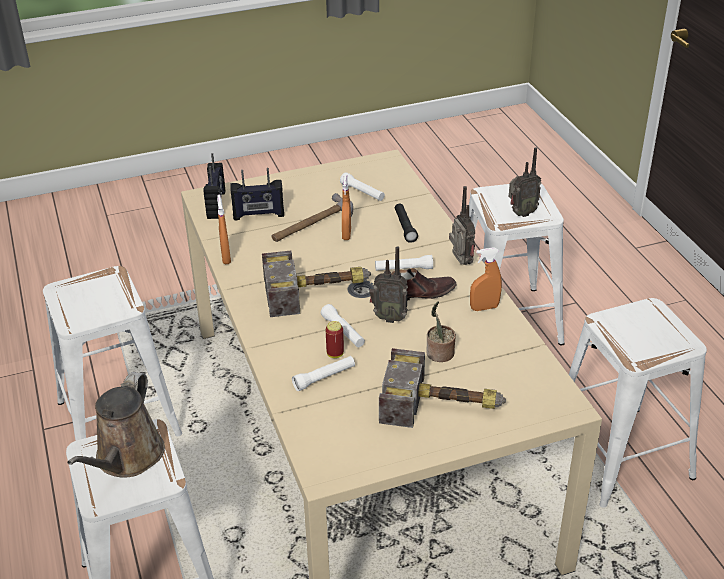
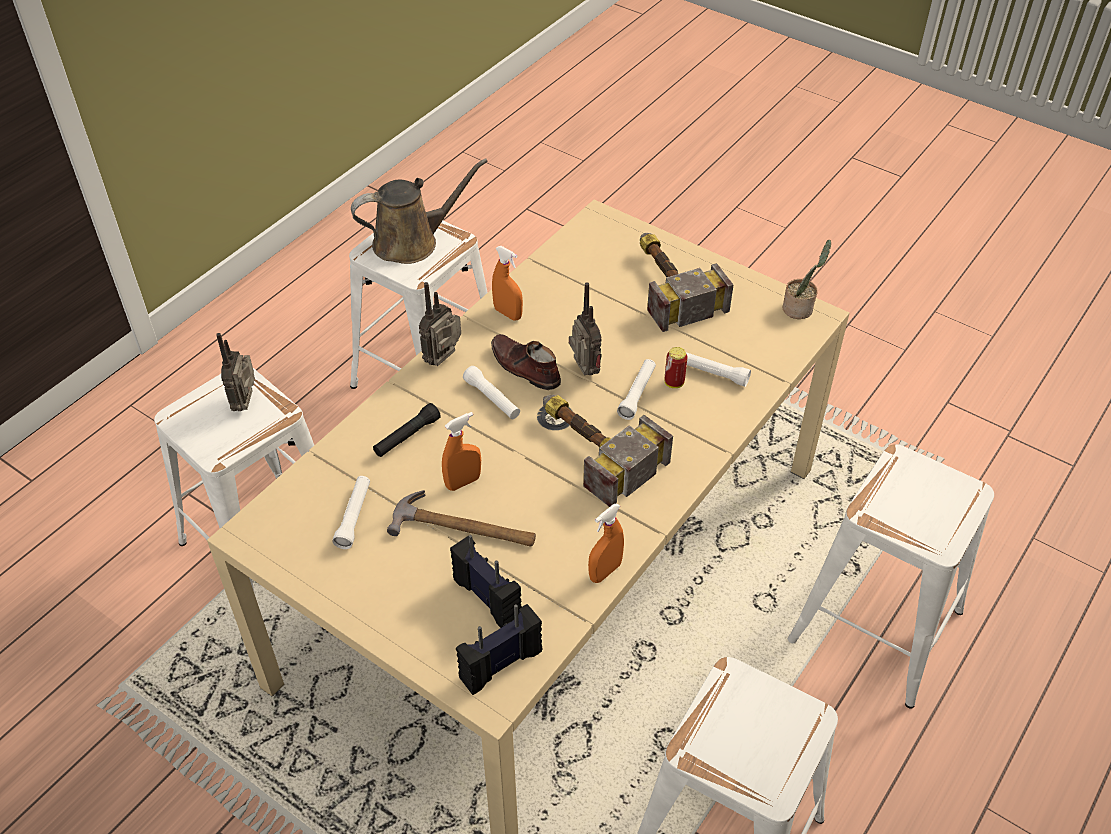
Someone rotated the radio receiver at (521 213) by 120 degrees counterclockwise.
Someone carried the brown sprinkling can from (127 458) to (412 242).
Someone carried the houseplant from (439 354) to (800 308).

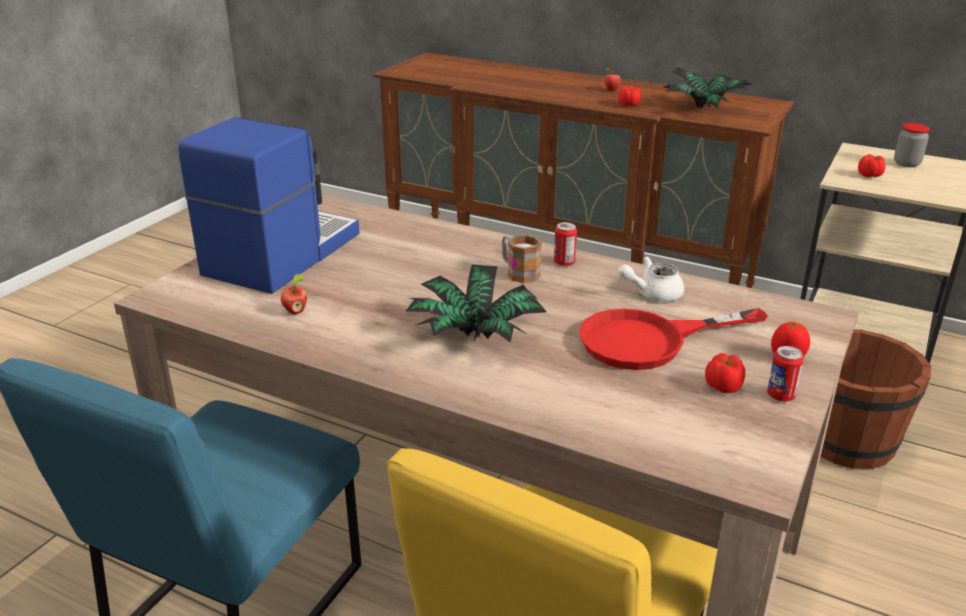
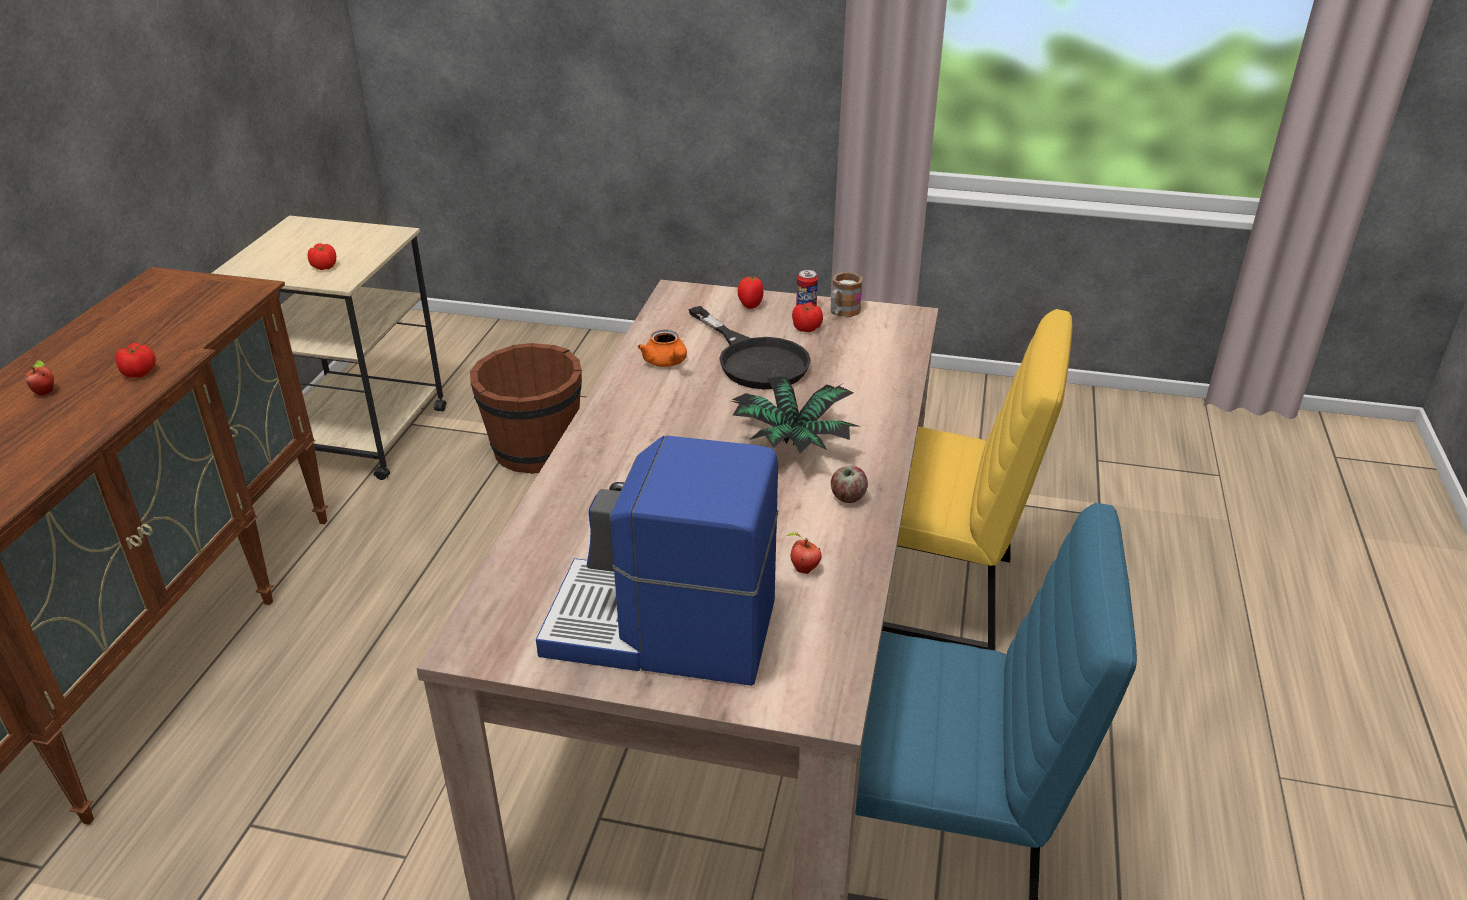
Someone repainted the whitish teapot at (652 293), which became the orange teapot at (667 363).
Someone repainted the reddish frying pan at (649 341), which became the black frying pan at (754 359).
Someone carried the mug from (519 272) to (842 312).
Someone put down the apple fruit at (847 498).
Someone took away the metal can at (564 263).
Someone took away the houseplant at (706 109).
Someone took away the storage jar at (906 163).

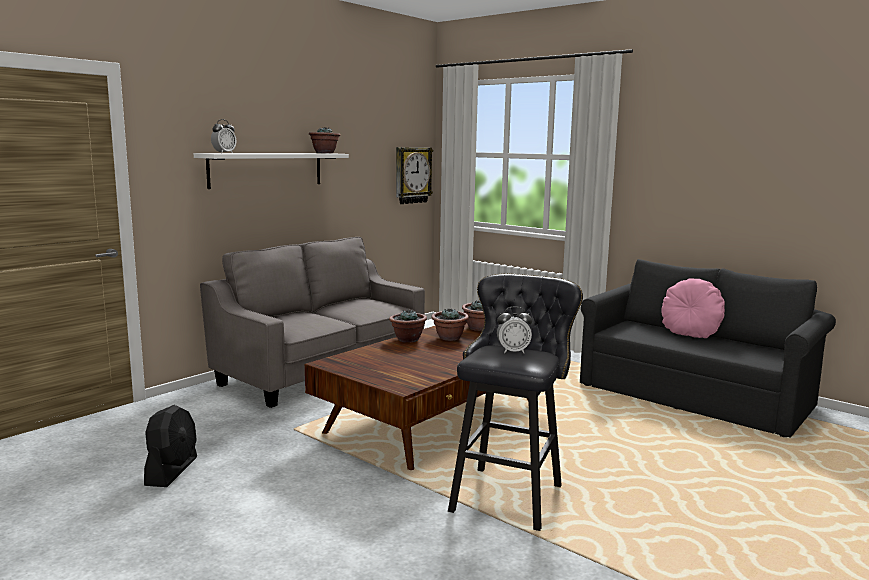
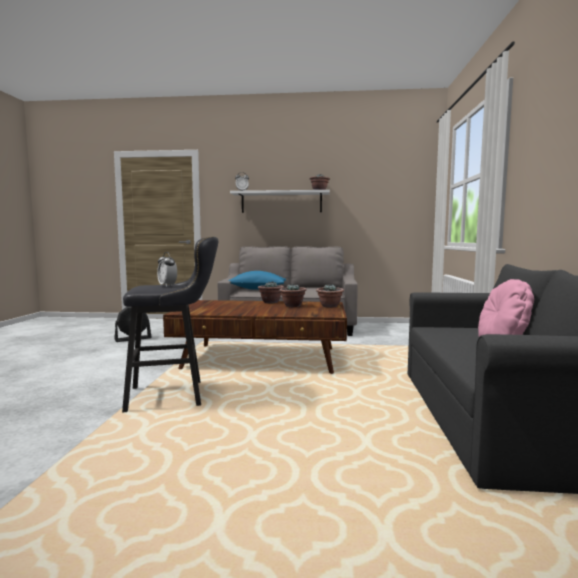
Someone put down the blue pillow at (257 289).
Someone took away the hanging clock at (412 175).

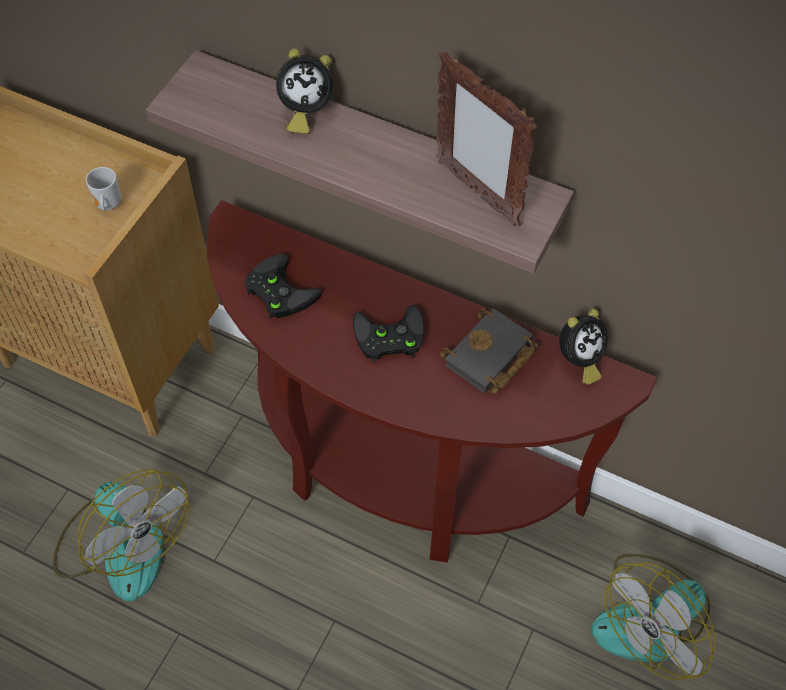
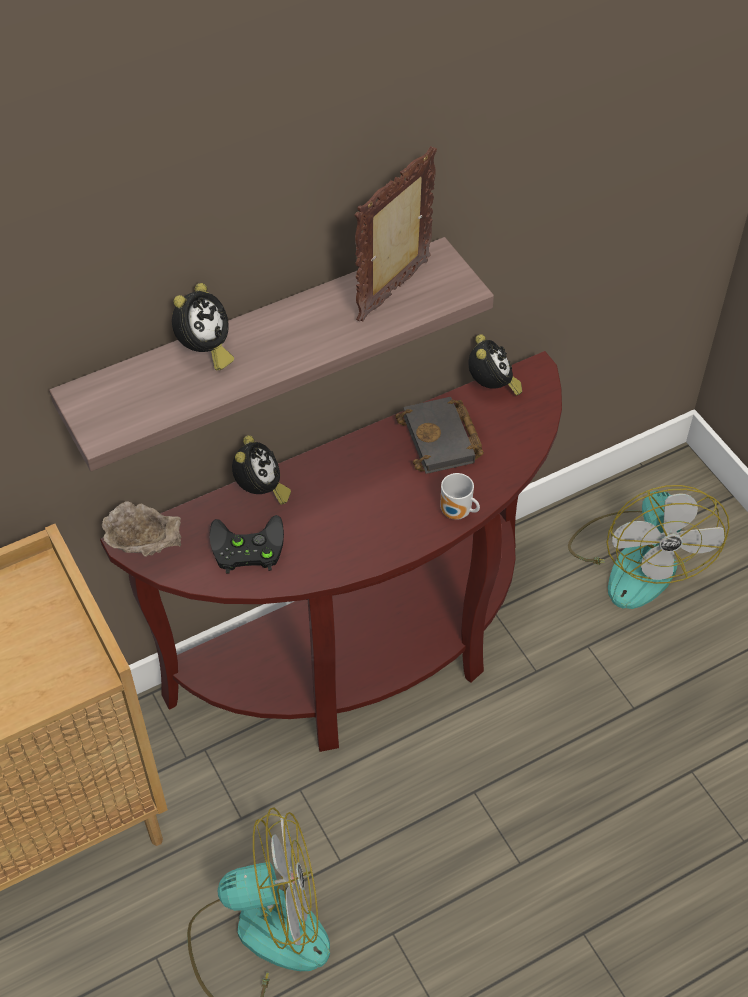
Someone put down the sand-coloured deep dish at (145 546).
Someone put down the bedside clock at (261 491).
Someone rotated the standing frame at (477 192) by 135 degrees clockwise.
Someone carried the mug from (107 205) to (457 514).
Someone took away the black gamepad at (387 338).

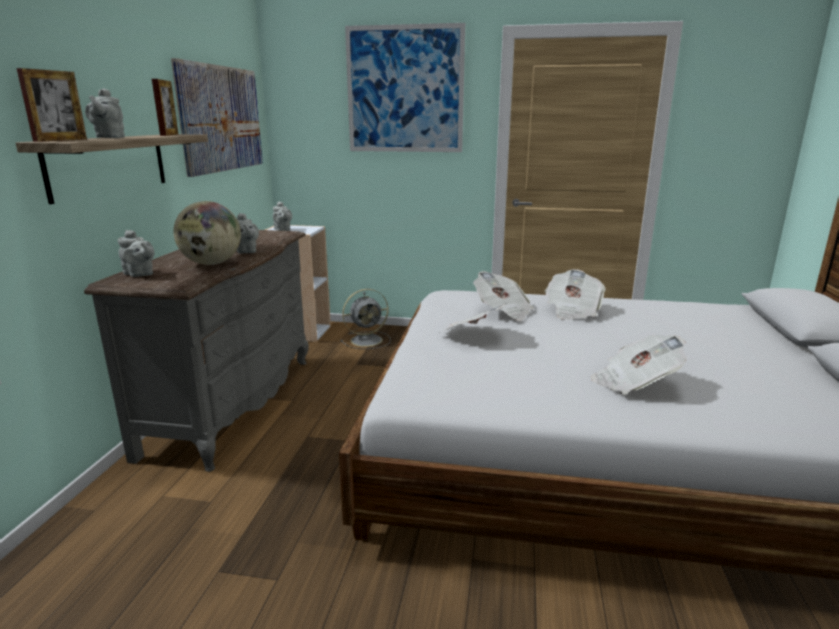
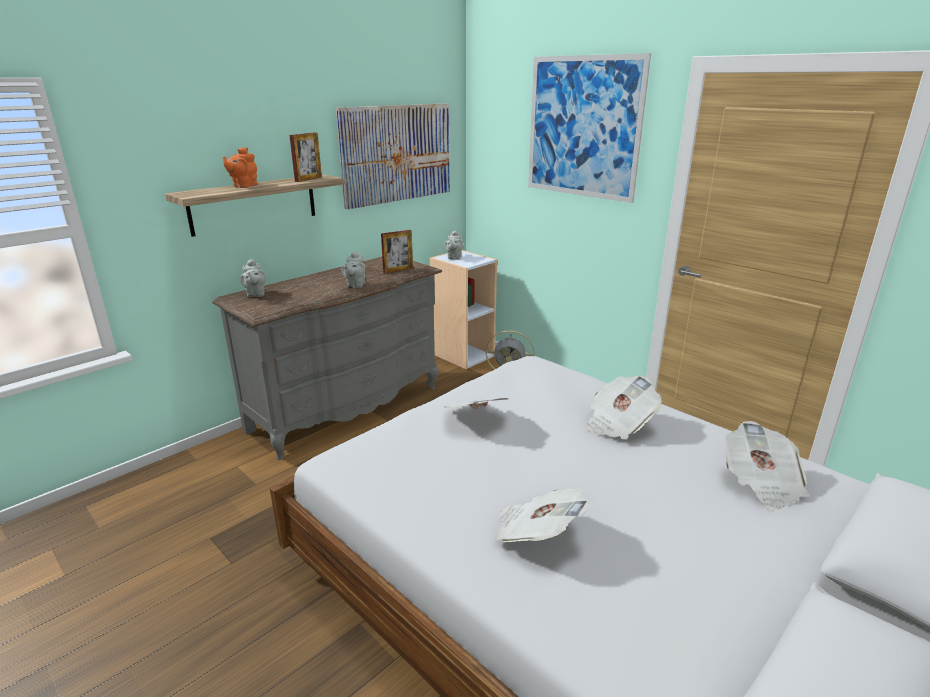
Someone repainted the grey teapot at (109 138), which became the orange teapot at (243 186).
Someone carried the standing frame from (61 140) to (398 270).
Someone carried the daily paper from (503 311) to (761 483).
Someone took away the globe at (211 263).

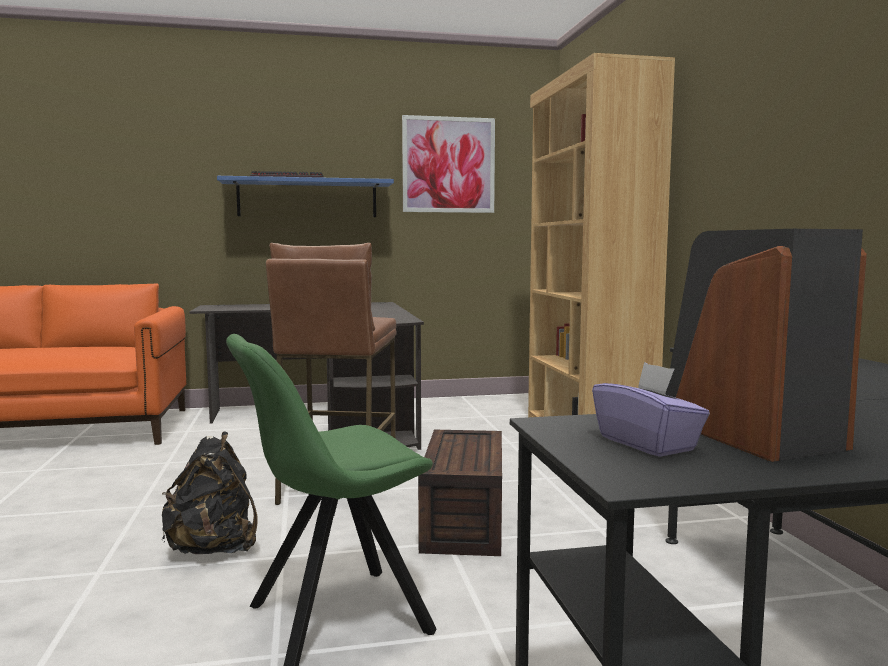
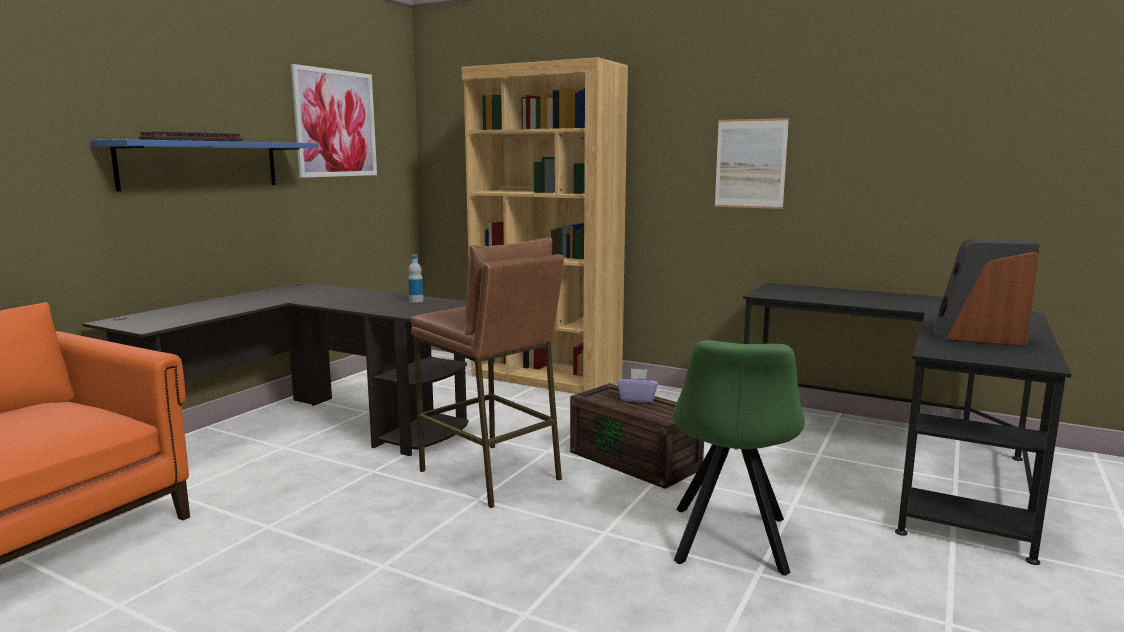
Someone put down the beverage bottle at (416 301).
Someone carried the purple tissue box from (647 444) to (637 399).
Someone put up the wall art at (750 163).
Someone took away the black rucksack at (214 549).

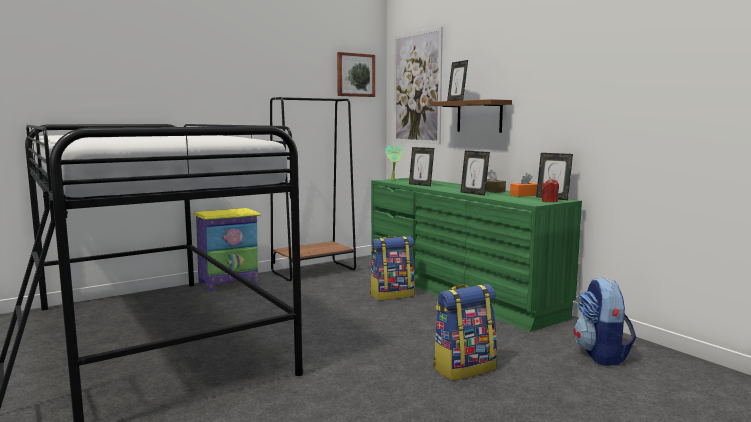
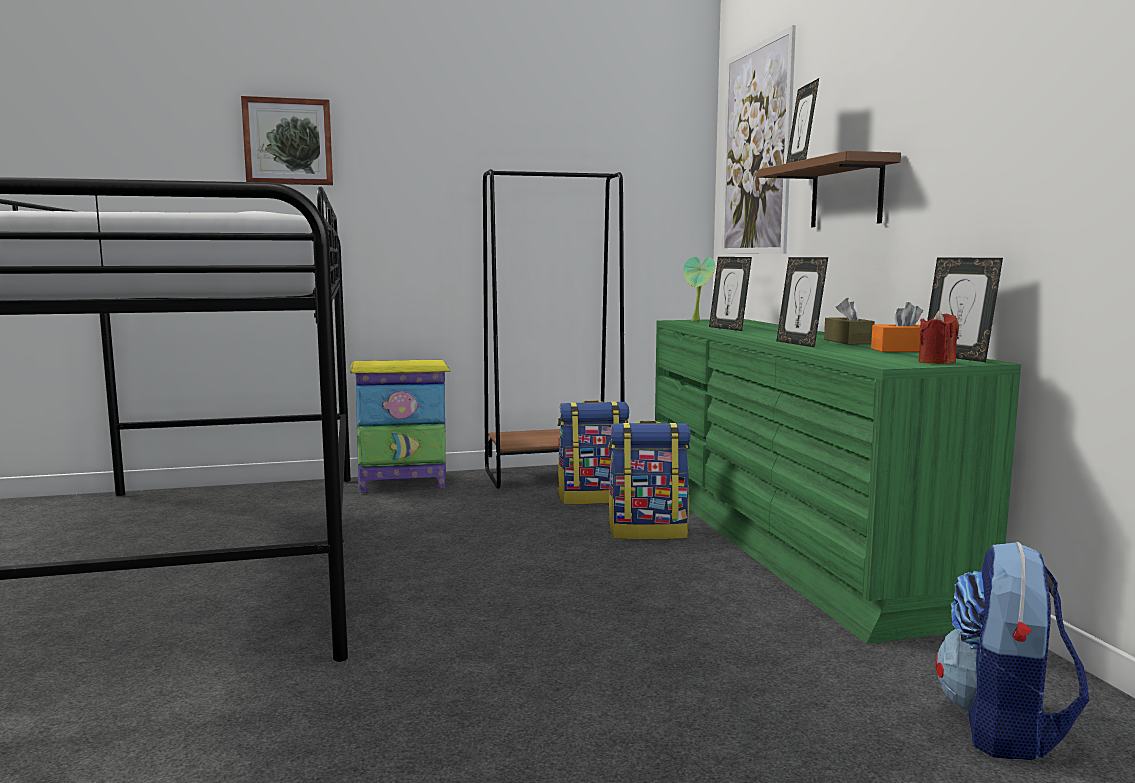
Someone carried the wall art from (355 75) to (288 142).
Someone carried the rucksack from (464 368) to (593 498).

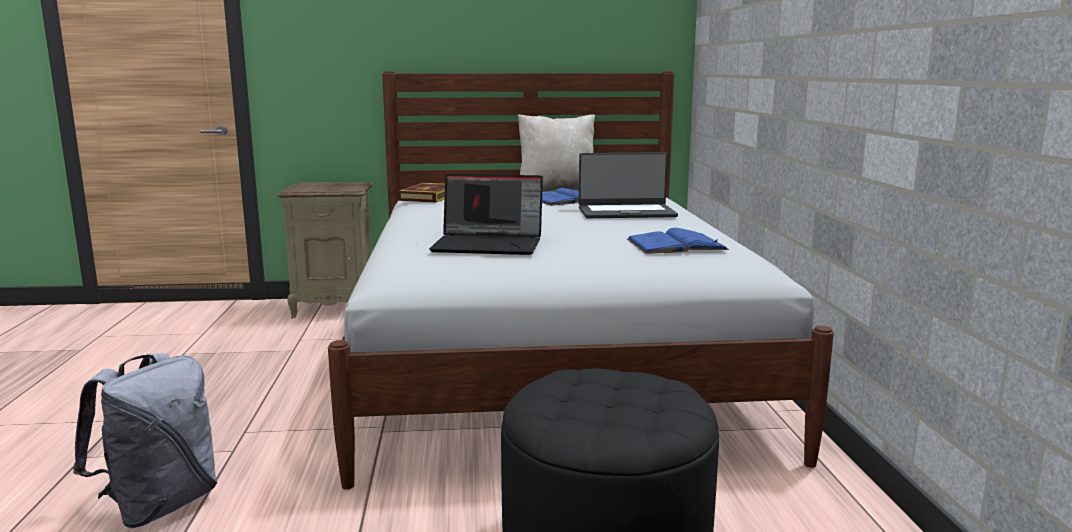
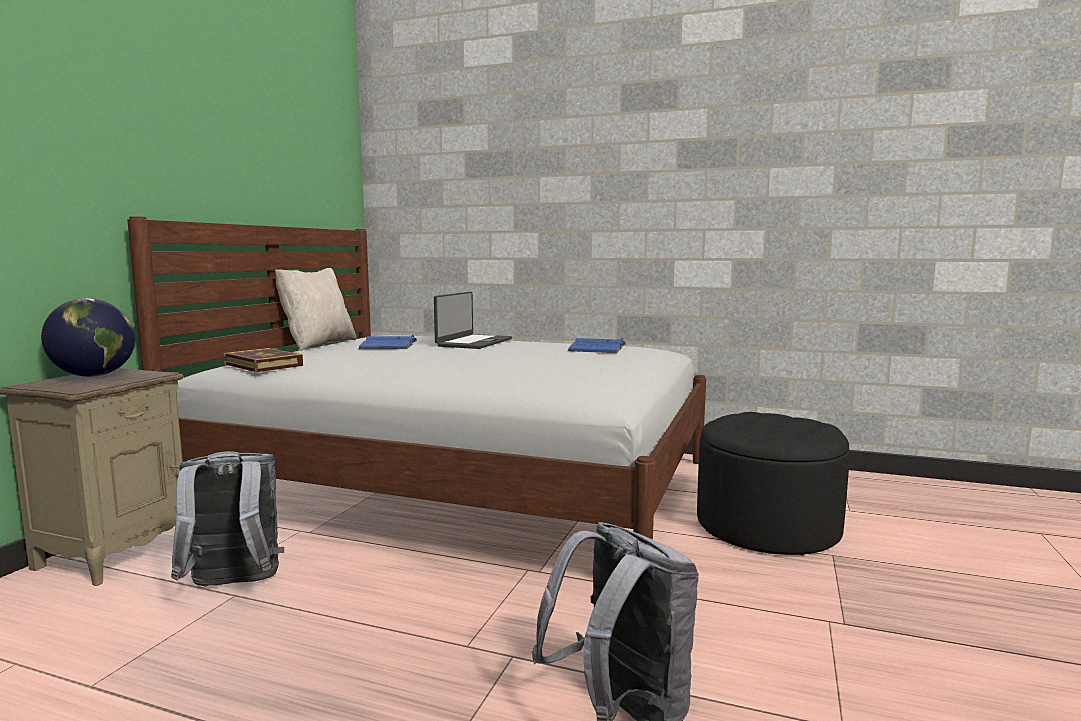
Someone put down the globe at (94 376).
Someone put down the grey rucksack at (233 586).
Someone took away the notebook computer at (490 245).

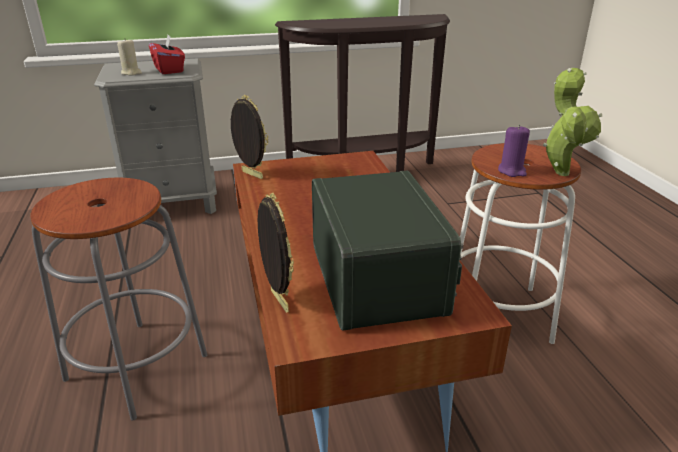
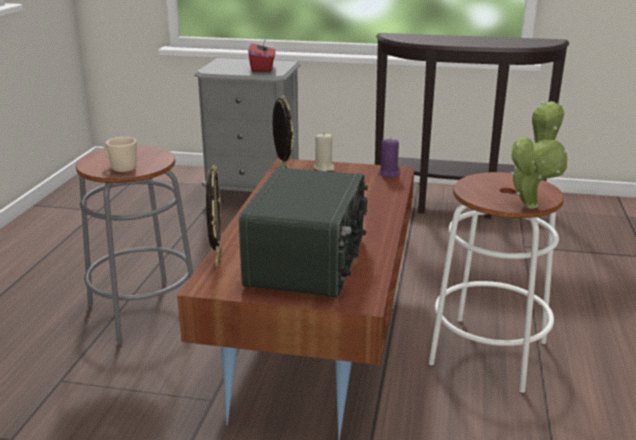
Someone put down the sand-coloured mug at (120 168).
Someone carried the sand-coloured wax candle from (131 73) to (324 168).
Someone carried the purple wax candle from (512 171) to (389 173).

